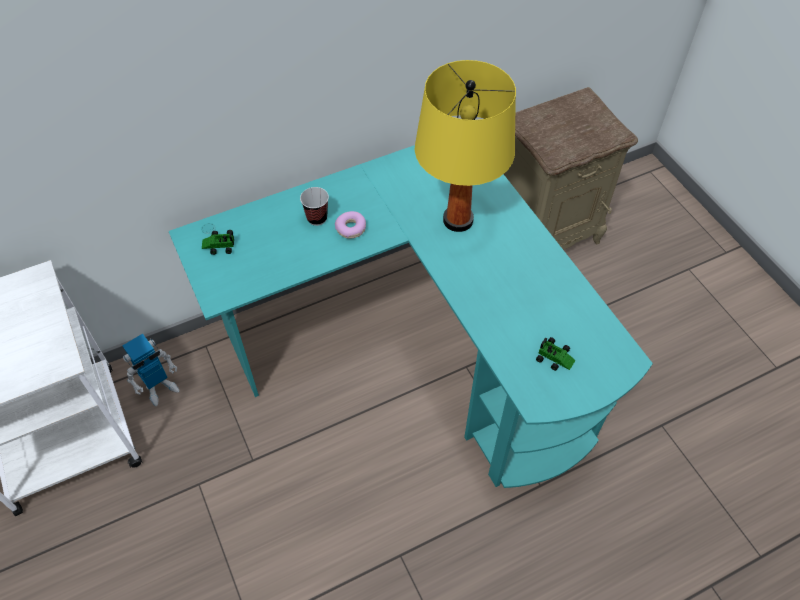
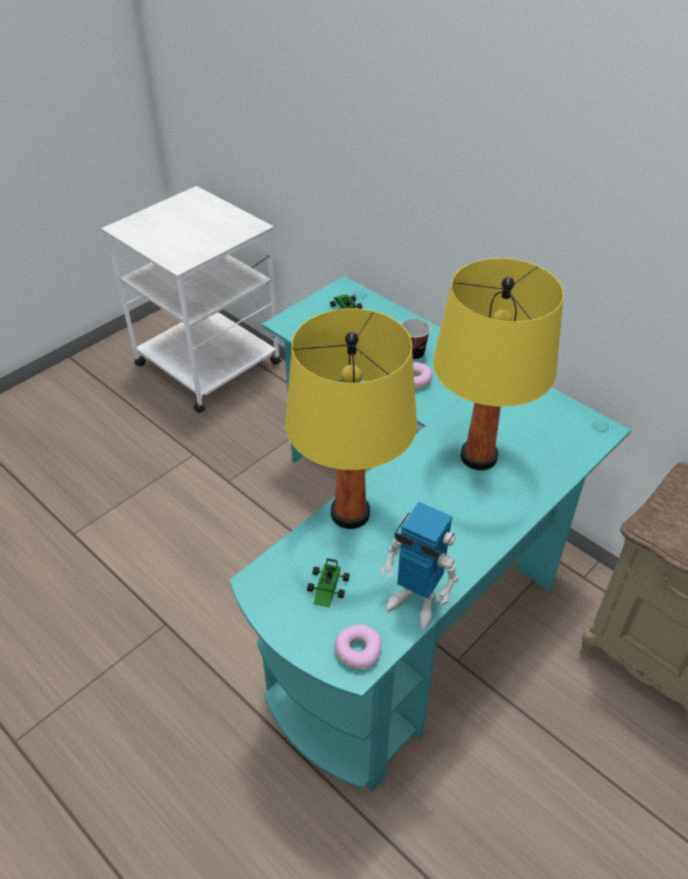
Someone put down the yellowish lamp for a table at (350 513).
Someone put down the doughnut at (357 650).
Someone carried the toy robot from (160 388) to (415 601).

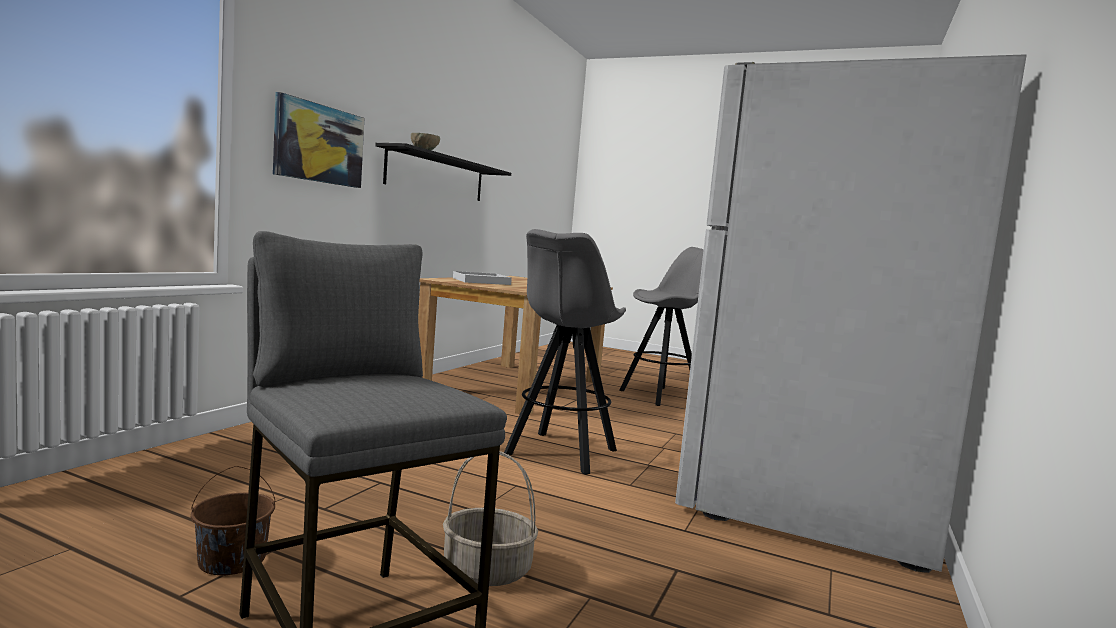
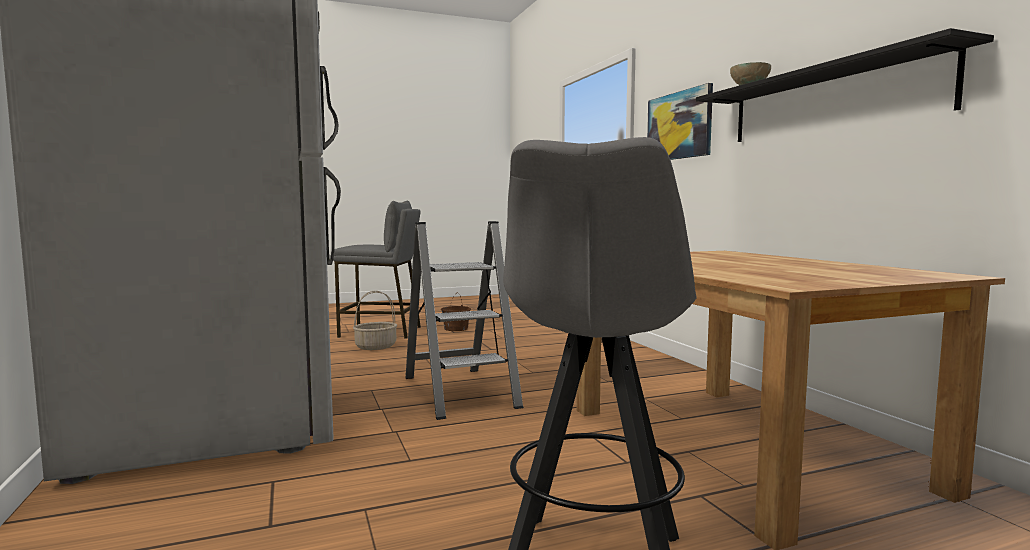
Someone swapped the grey stool seat at (559 453) for the grey stepladder at (459 391).
Someone took away the whitish serving tray at (481 281).

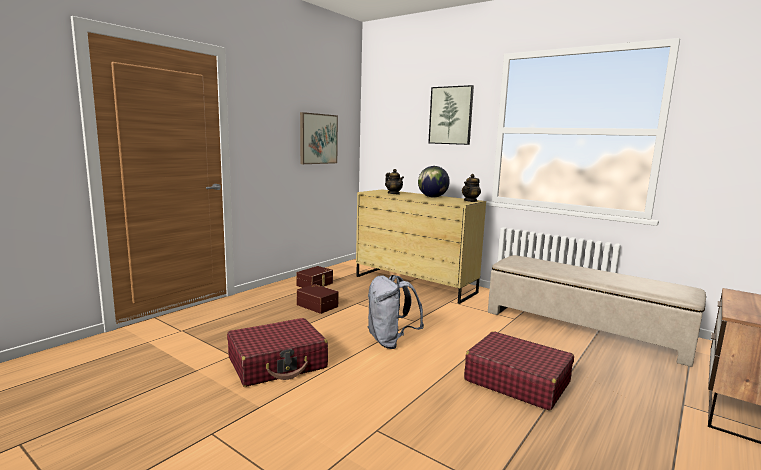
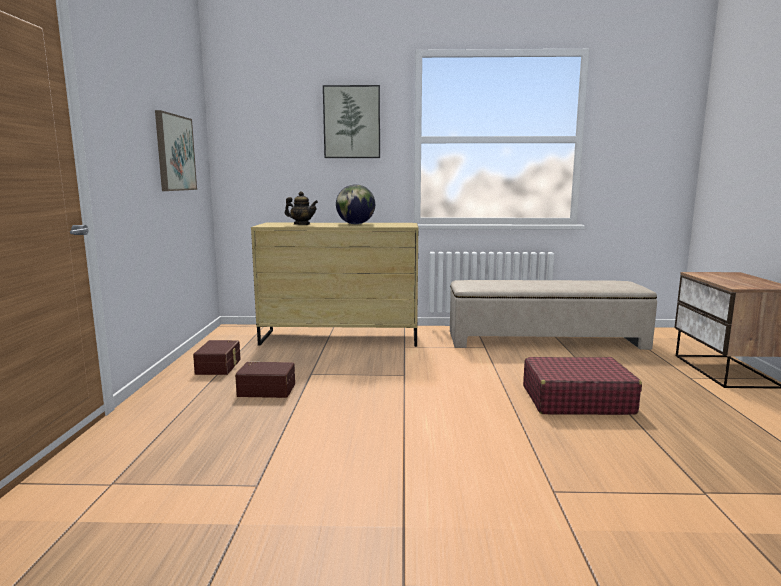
Someone took away the reddish suitcase at (278 363).
Someone took away the grey rucksack at (390 342).
Someone took away the teapot at (470 201).

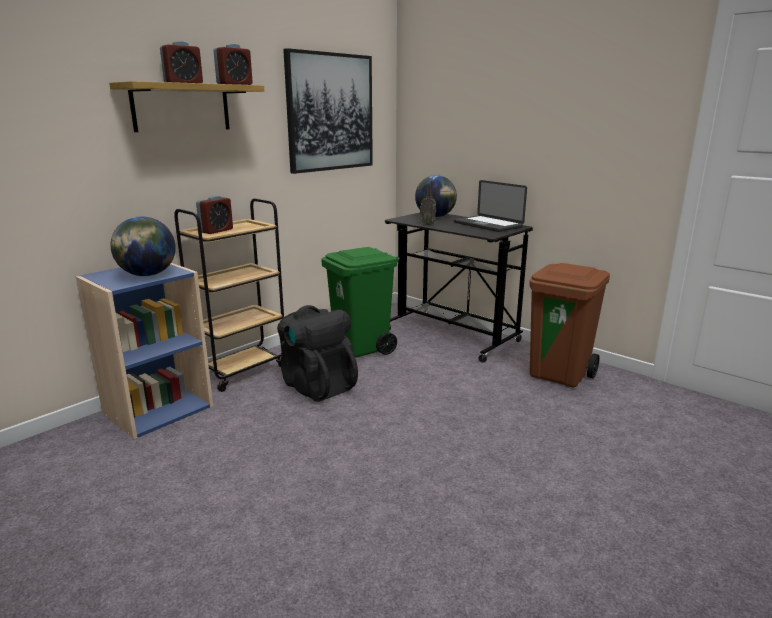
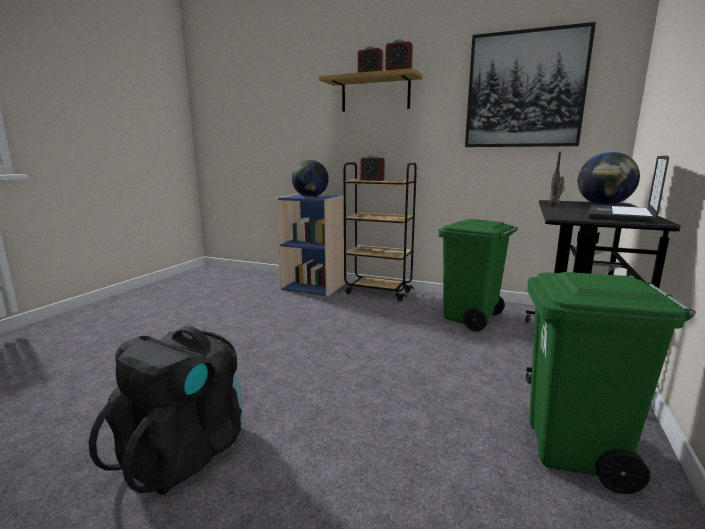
Someone carried the black rucksack from (317 385) to (185 451).
Someone repainted the brown waste bin at (559 375), which became the green waste bin at (575 451).

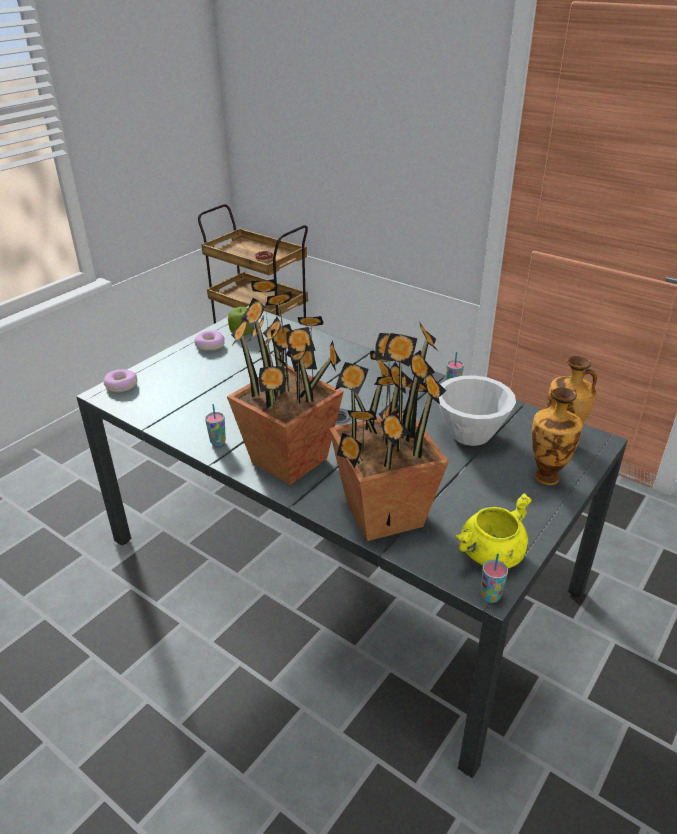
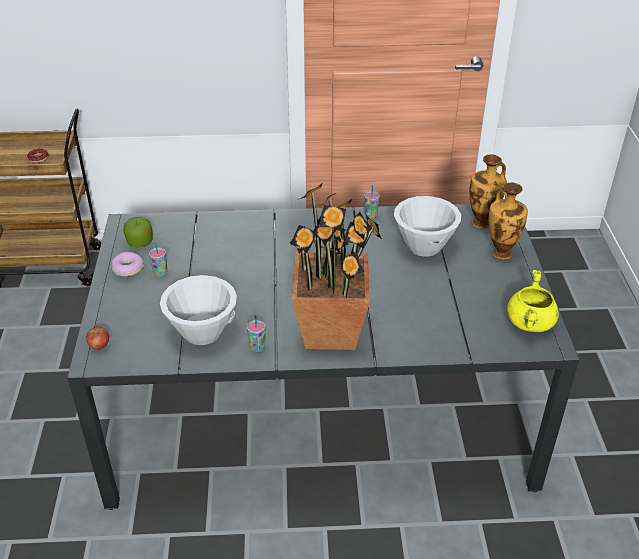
Someone swapped the doughnut at (121 386) for the apple fruit at (99 346).
Someone carried the cup from (490 596) to (160 274).
Someone put down the whitish deep dish at (202 332).
Someone took away the houseplant at (382 513).

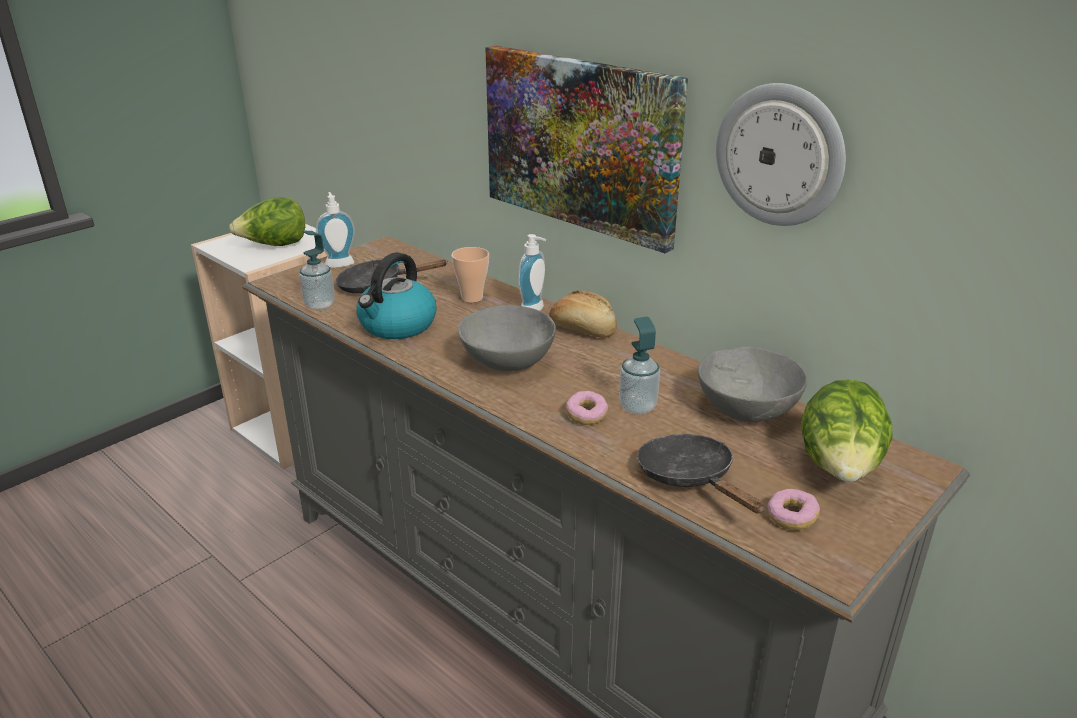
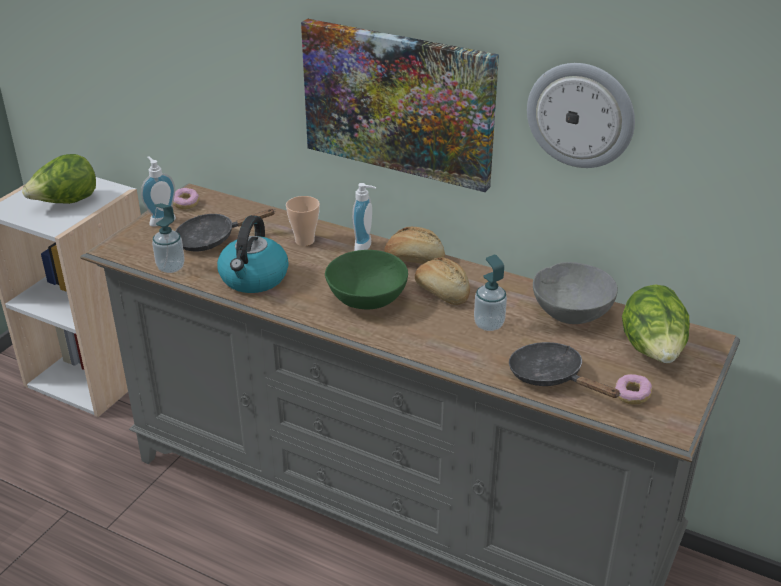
Someone carried the doughnut from (586 416) to (185 204).
Someone repainted the grey deep dish at (507 362), which became the green deep dish at (367 300).
Someone put down the bakery bread at (442 292).

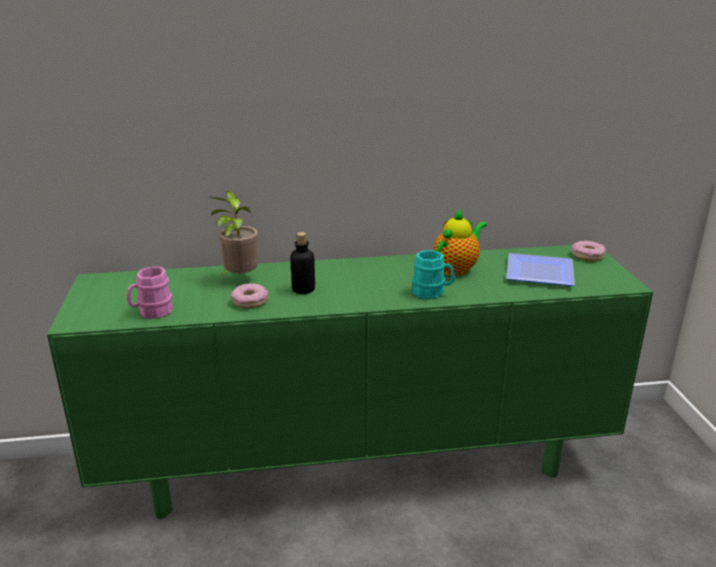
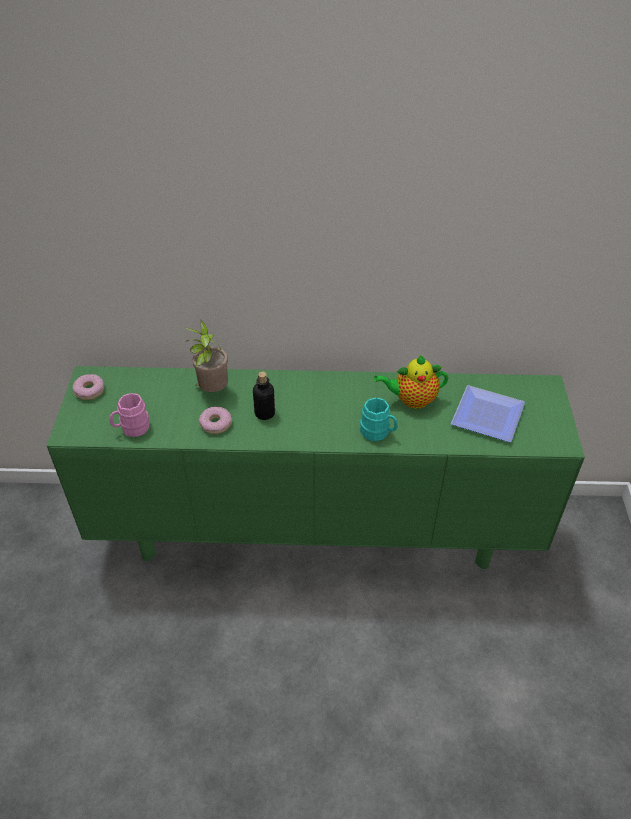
Someone carried the doughnut from (587 255) to (89 391).
Someone rotated the teapot at (457 269) by 150 degrees counterclockwise.

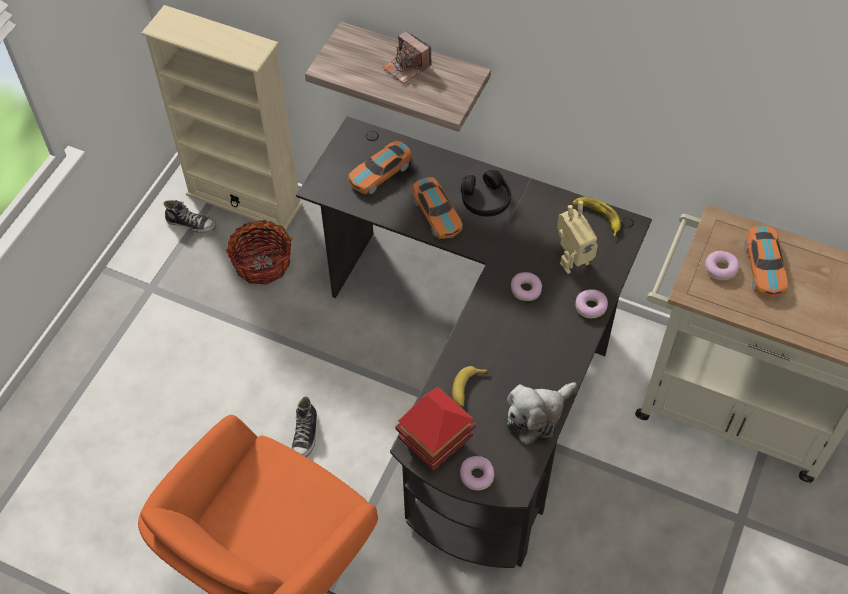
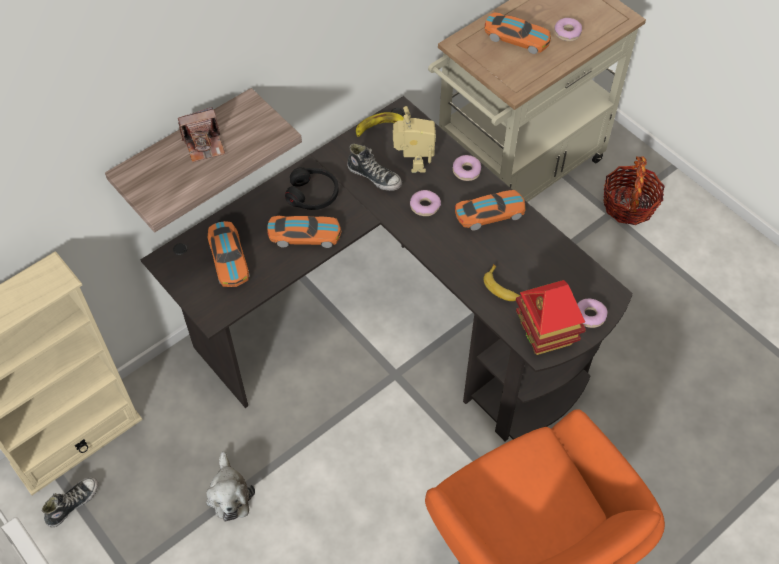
Someone carried the plush toy from (537 416) to (229 494).
Someone carried the low shoe from (305 435) to (374 177).
Someone put down the miniature car at (489 214).
Someone carried the doughnut from (720 269) to (567 33).
Someone carried the household basket from (262 263) to (629 205).

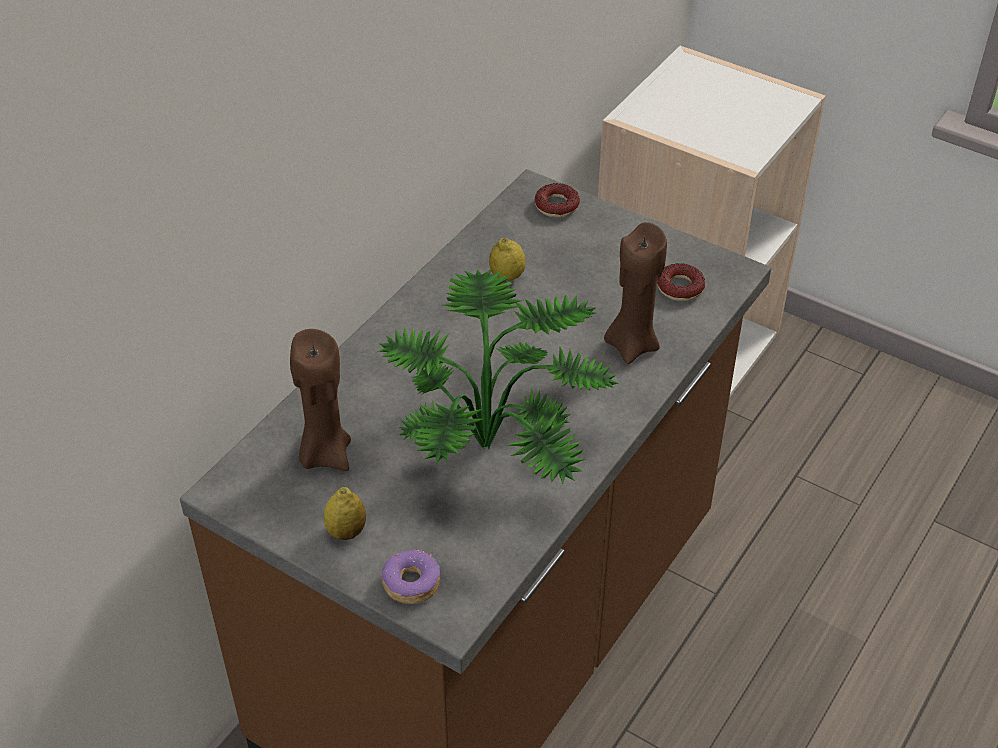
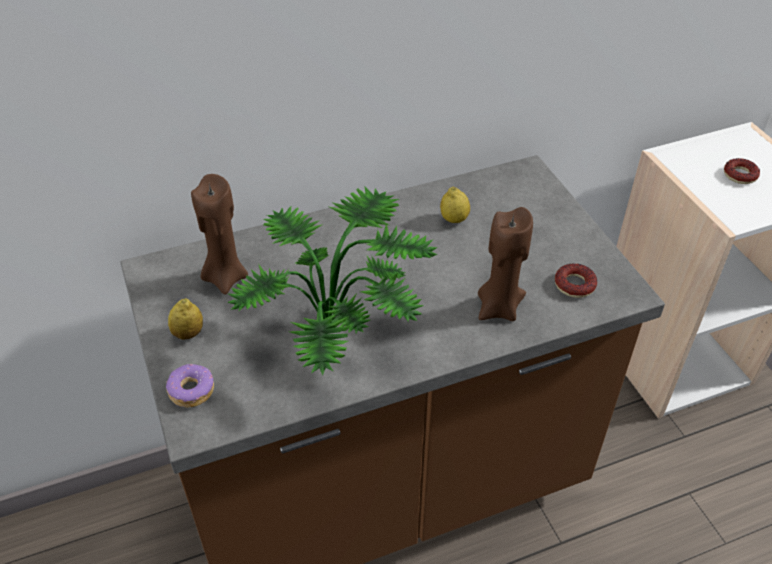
Someone carried the doughnut from (556 205) to (740 175).

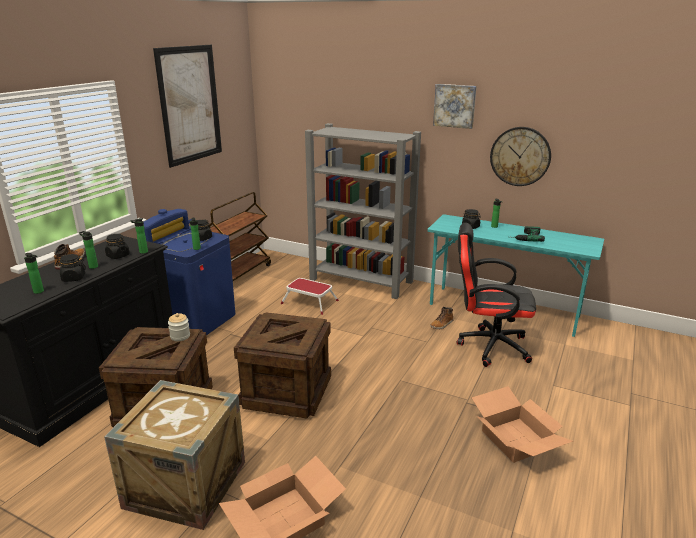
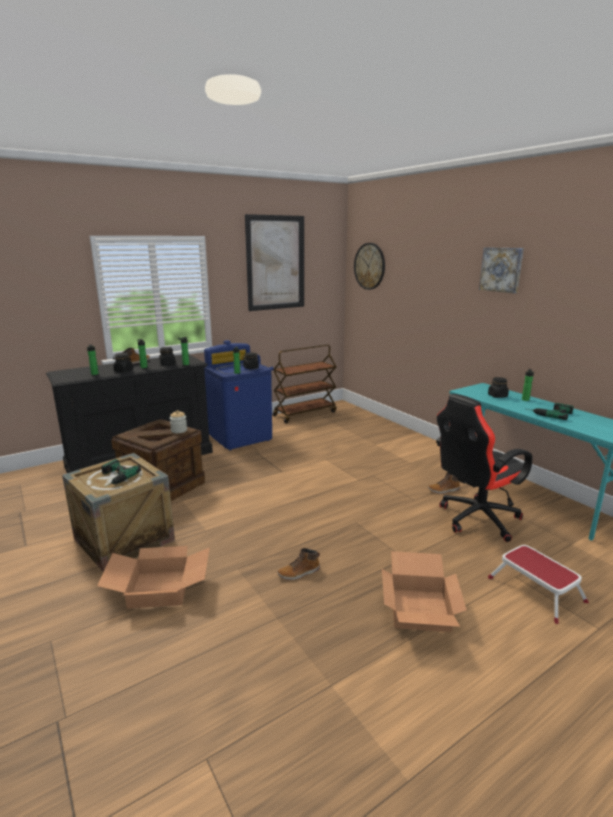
Someone put down the drill at (113 478).
Someone put down the tall boot at (299 573).
Someone carried the hanging clock from (520 156) to (369 266).
Someone rotated the black desk chair at (487 346) by 75 degrees counterclockwise.
Someone carried the reddish stepladder from (310 302) to (536 589).
Someone took away the shipping crate at (287 391).
Someone took away the grey bookshelf at (361 280).

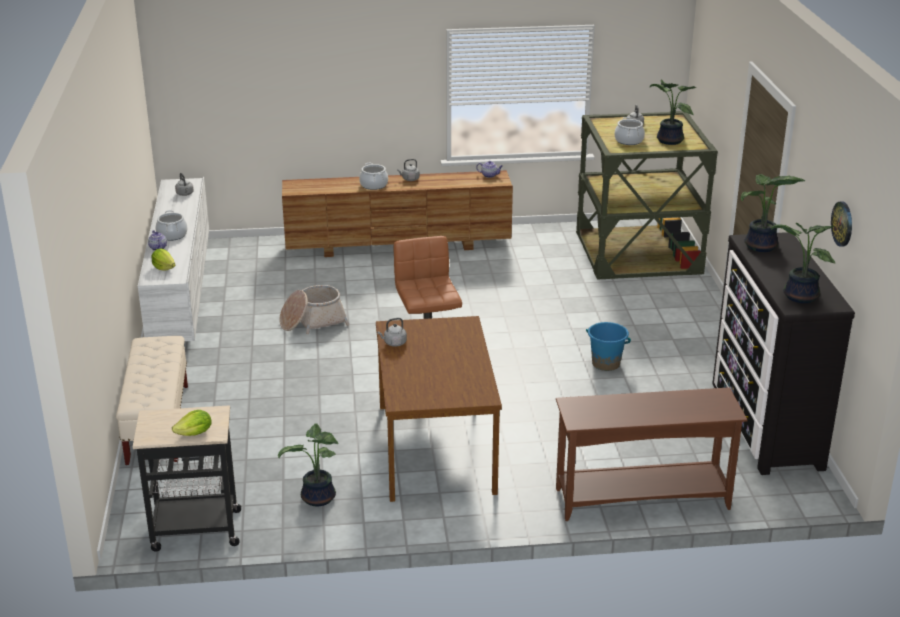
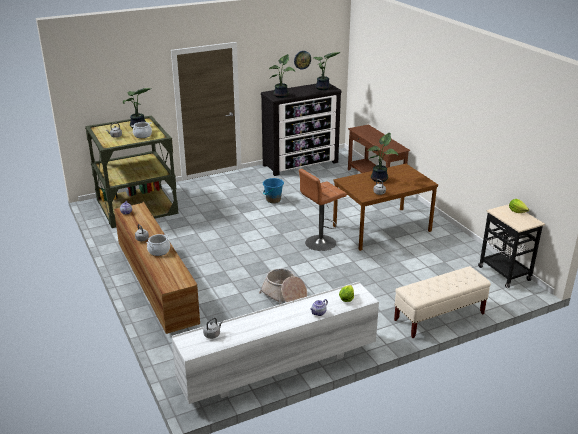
Someone carried the houseplant from (317 499) to (380 179).
Someone took away the cooking pot at (172 235).

